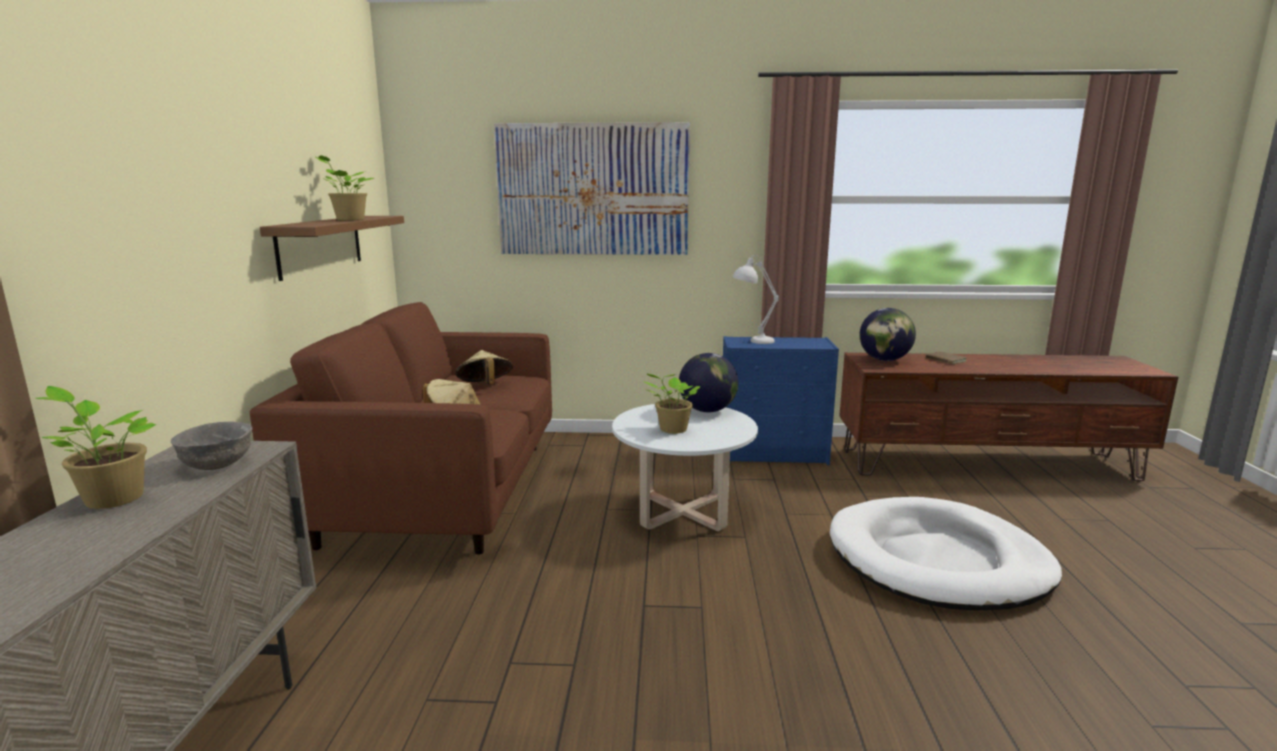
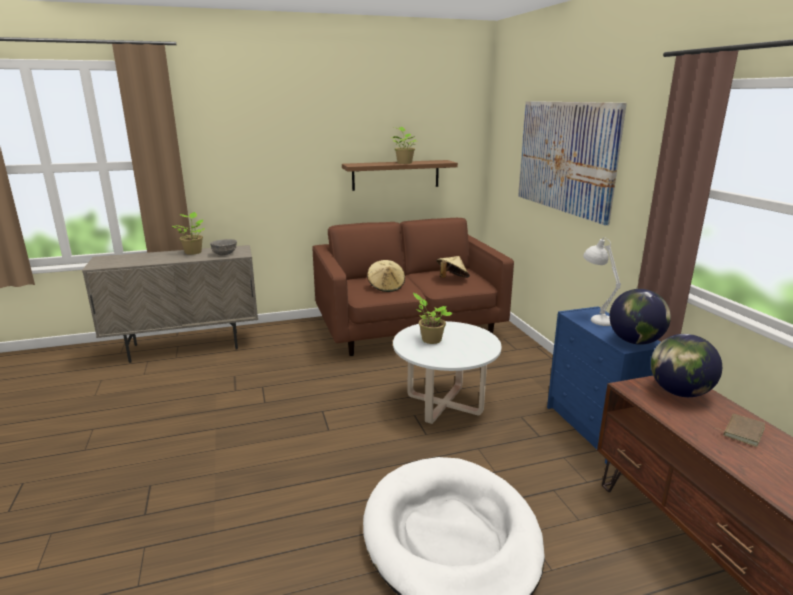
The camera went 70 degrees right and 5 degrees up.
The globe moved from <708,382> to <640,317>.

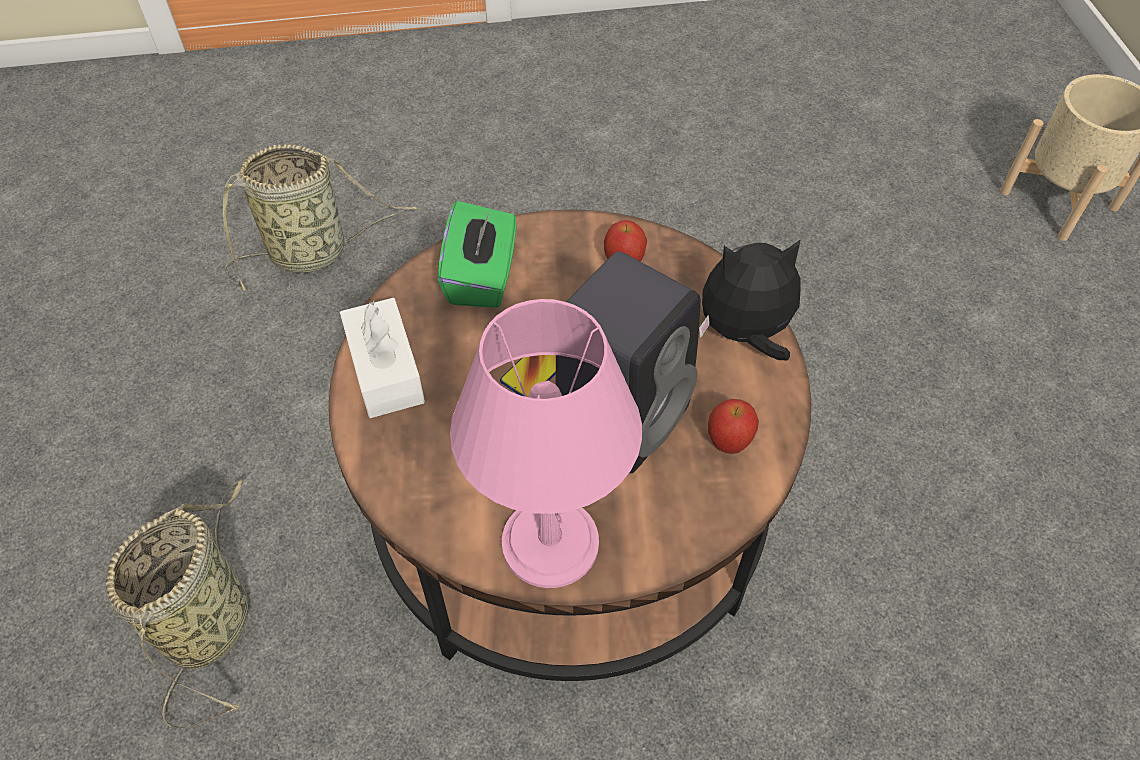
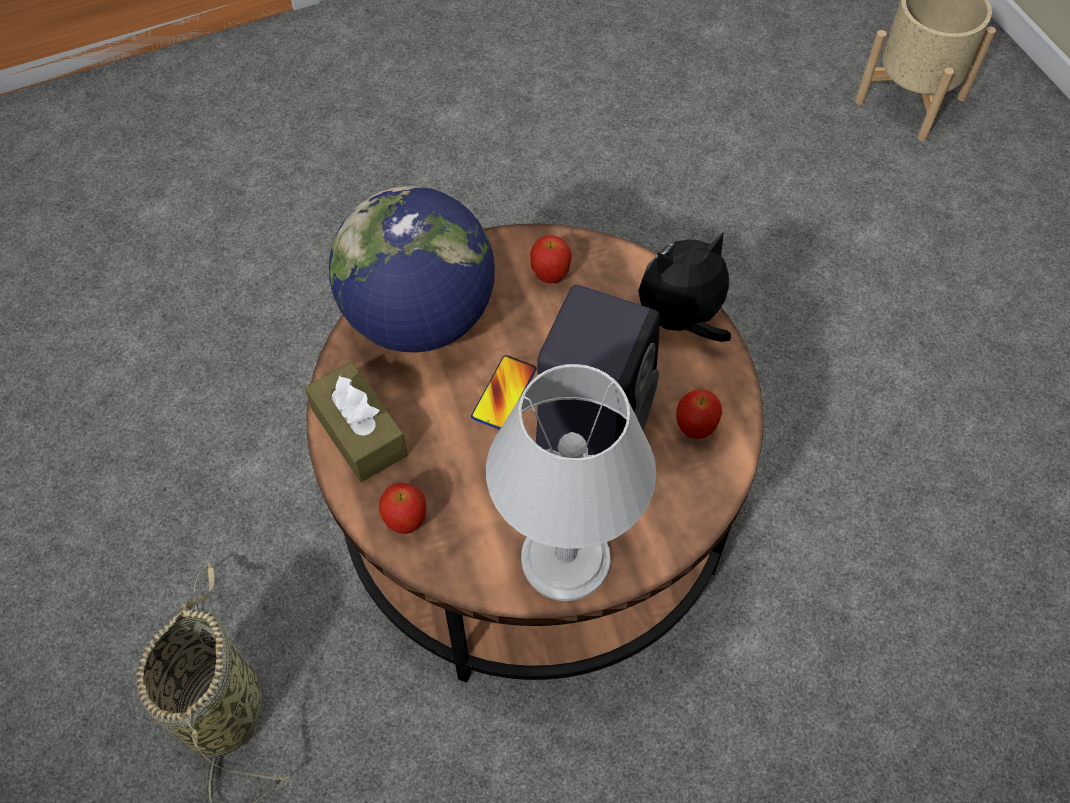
The camera went 15 degrees left and 5 degrees up.
The basket at <321,217> disappeared.
The green tissue box at <477,254> was replaced by the globe at <412,269>.
The white tissue box at <382,358> became the brown tissue box at <356,422>.
The pink table lamp at <546,443> became the grey table lamp at <571,482>.
The apple at <402,508> appeared.

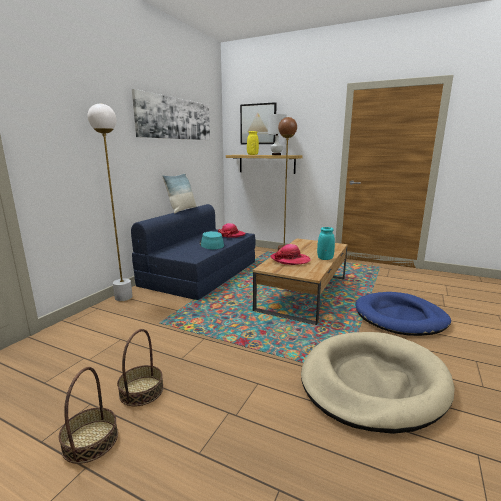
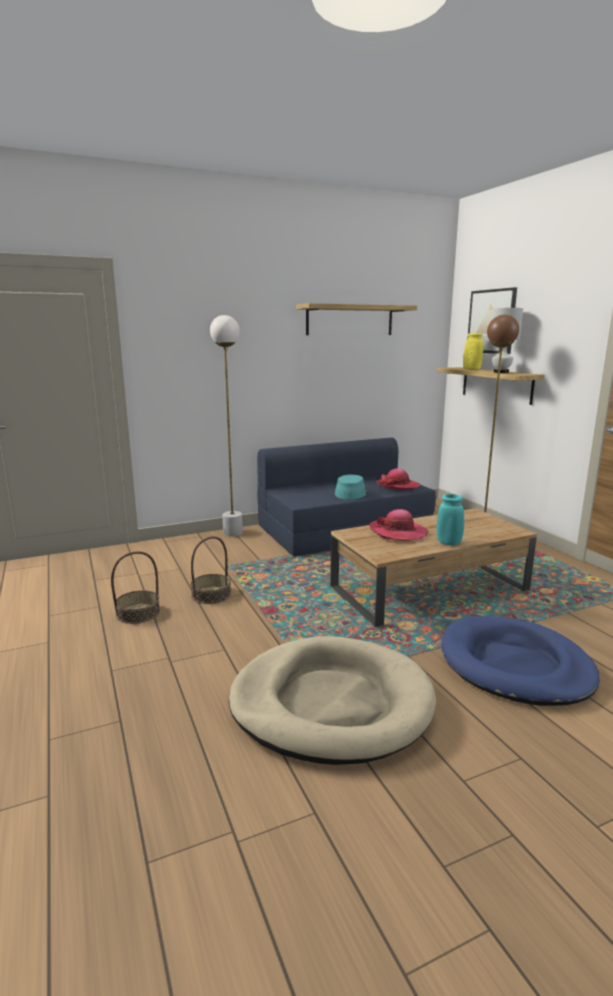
The camera went 40 degrees right and 0 degrees up.
The picture at <171,114> was replaced by the shelf at <356,319>.
The pillow at <179,193> disappeared.
The basket moved from <88,415> to <210,570>.

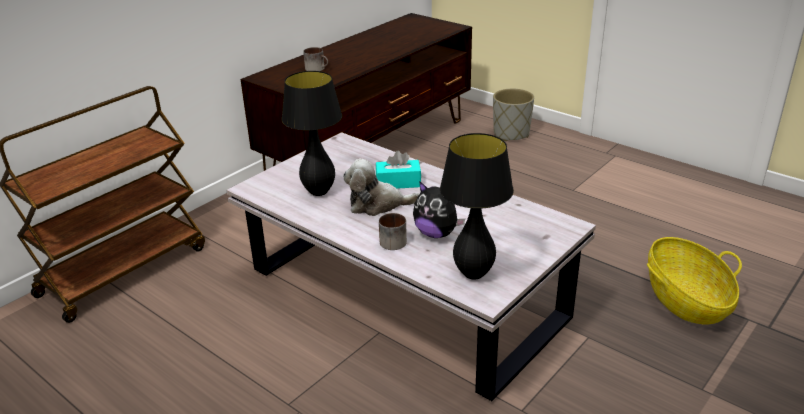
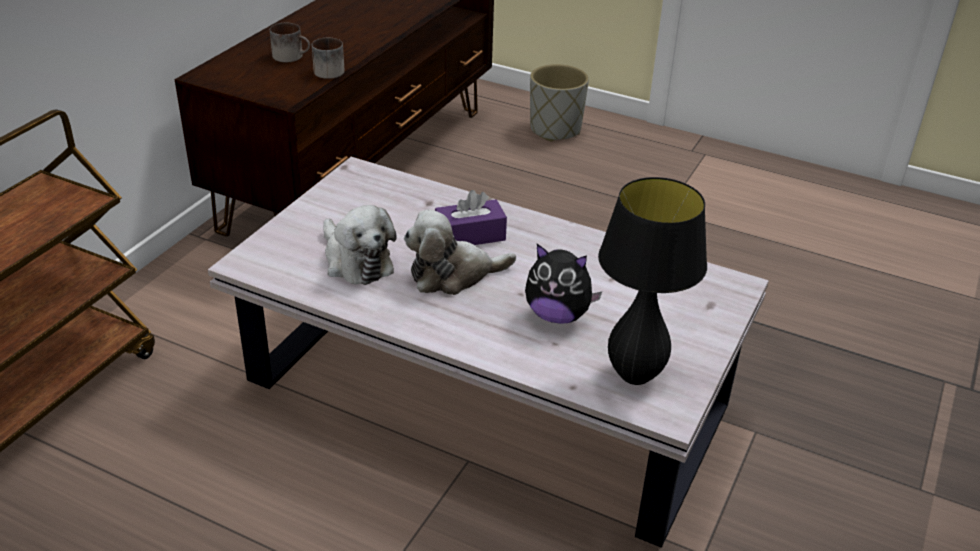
The camera went 15 degrees left and 5 degrees up.
The black table lamp at <311,133> was replaced by the plush toy at <360,245>.
The turquoise tissue box at <398,170> became the purple tissue box at <471,217>.
The mug moved from <393,231> to <328,58>.
The basket at <694,281> disappeared.

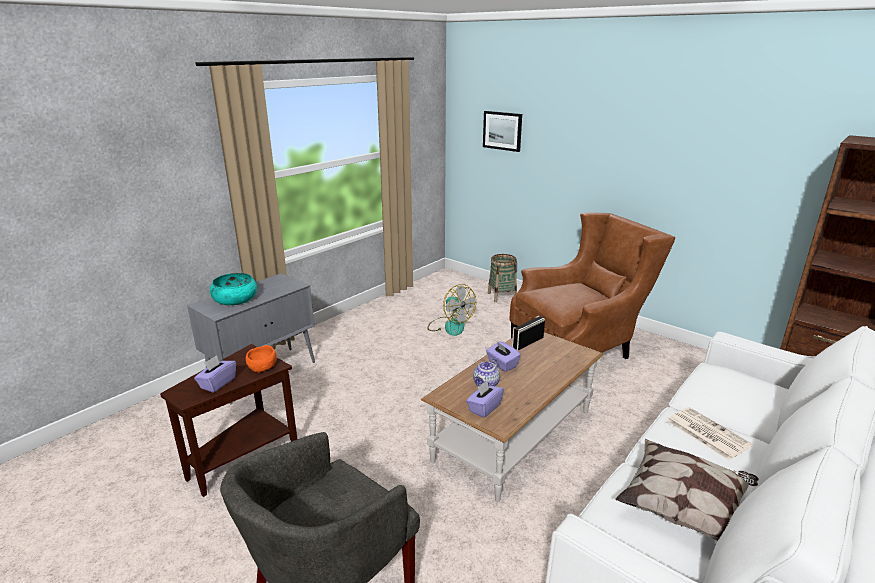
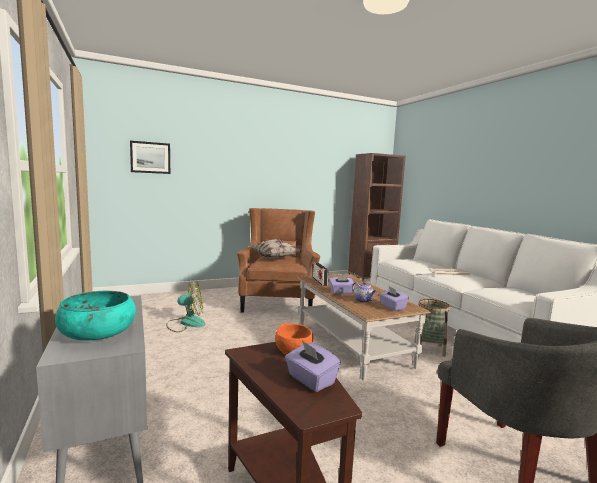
The camera went 65 degrees left and 15 degrees down.
The basket moved from <502,278> to <432,328>.
The pillow moved from <687,490> to <276,249>.

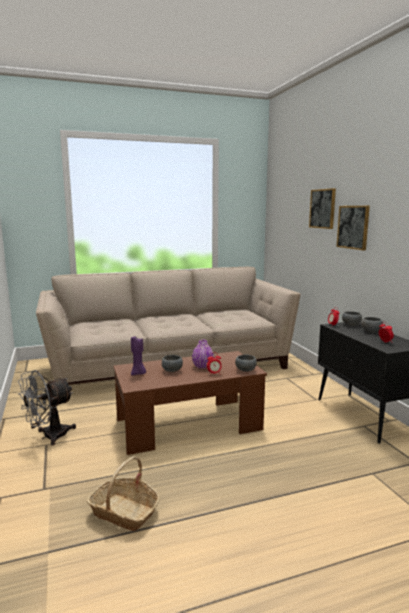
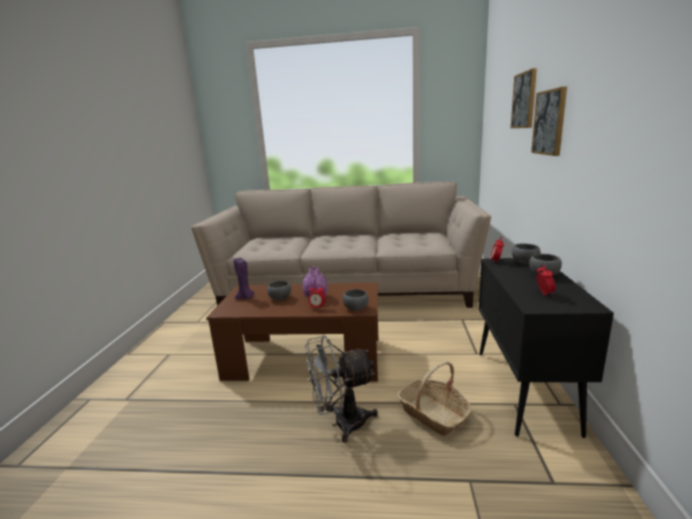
The camera went 25 degrees right and 5 degrees up.
The grey fan moved from <47,408> to <341,389>.
The basket moved from <123,493> to <434,398>.

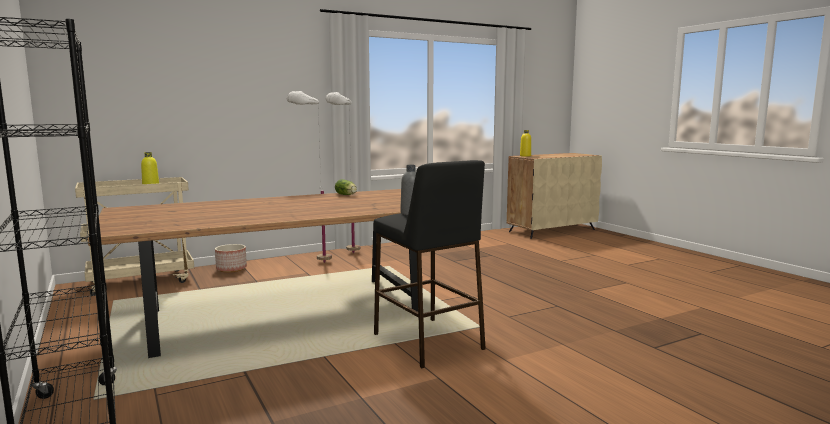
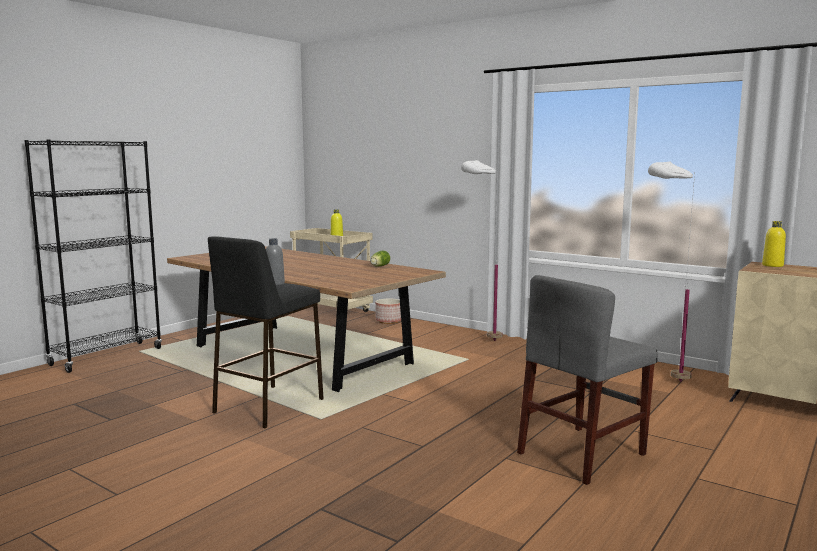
The camera went 65 degrees right and 0 degrees up.
The white floor lamp moved from <309,177> to <671,272>.
The grey chair at <587,380> appeared.

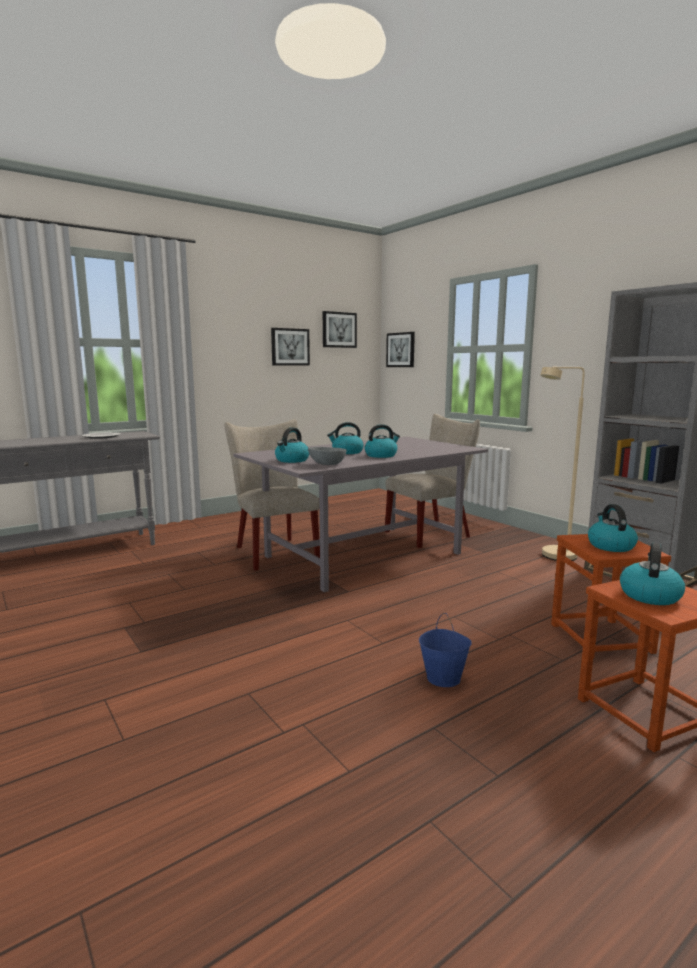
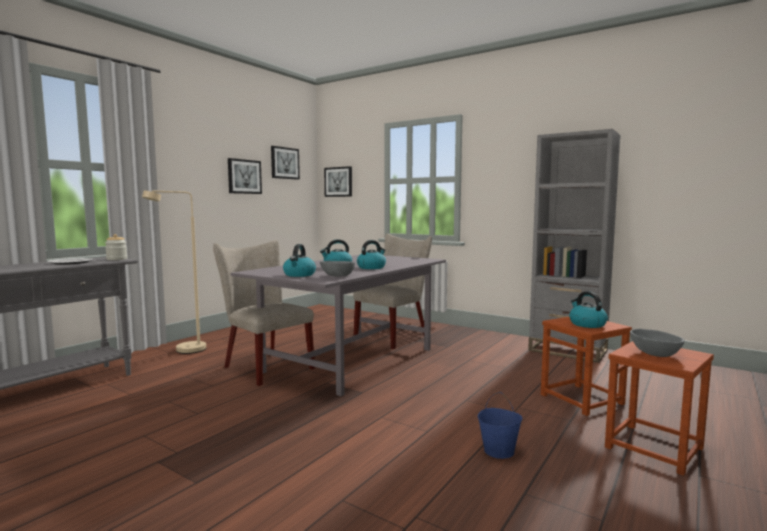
The camera went 20 degrees left and 5 degrees down.
The beige floor lamp moved from <562,464> to <174,272>.
The kettle at <652,573> was replaced by the grey bowl at <657,343>.
The jar at <116,247> appeared.

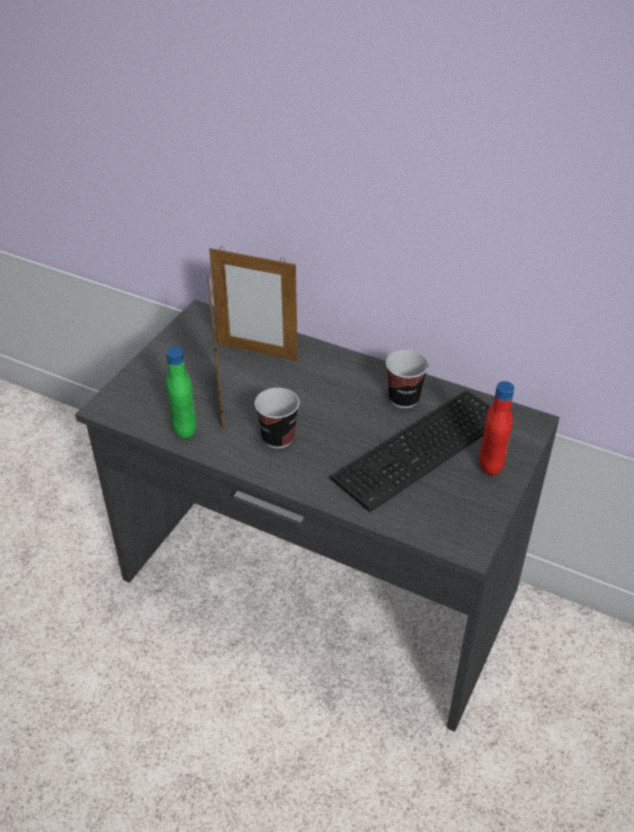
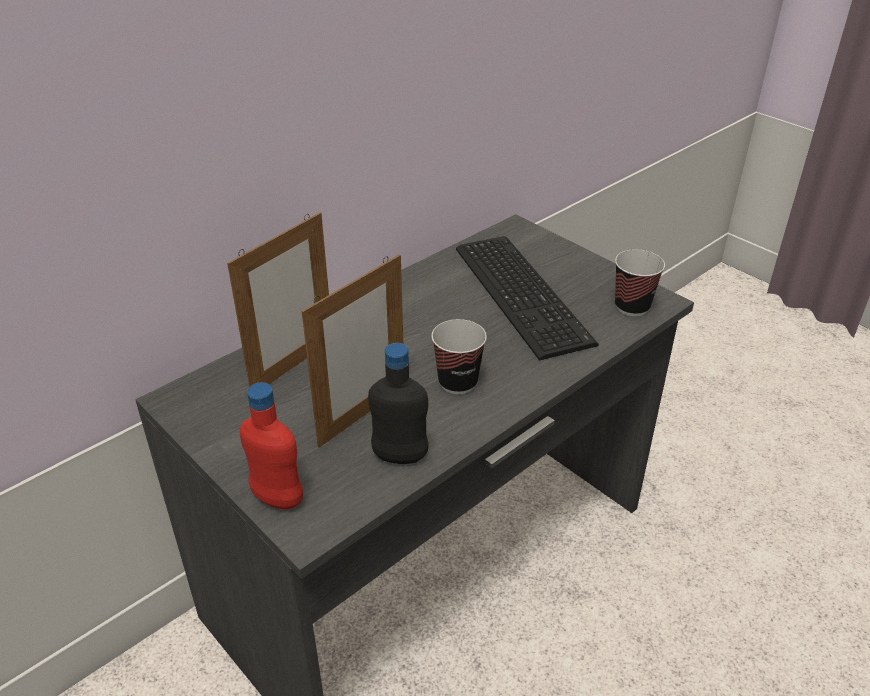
The camera went 70 degrees left and 5 degrees down.
The picture frame at <215,353> turned 120 degrees clockwise.
The green bottle at <181,393> became the black bottle at <398,403>.
The cup moved from <407,379> to <640,282>.
The red bottle moved from <496,428> to <271,446>.

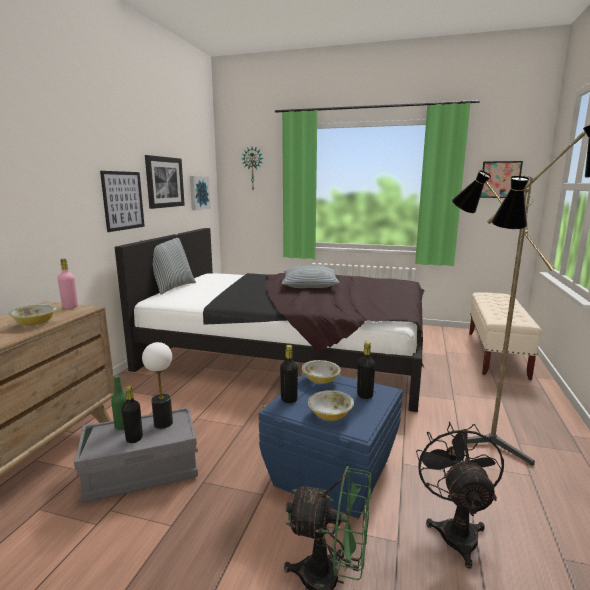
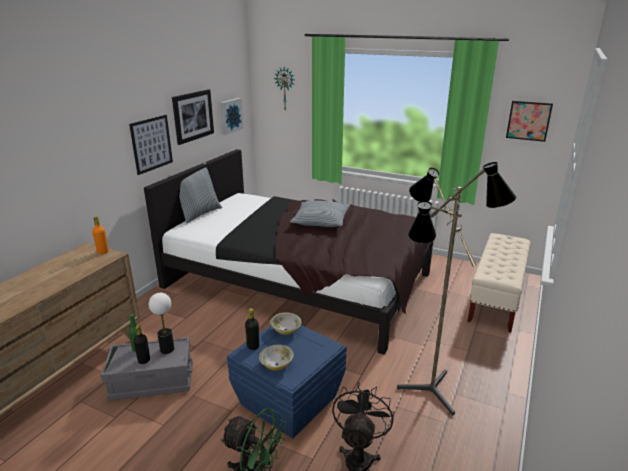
The camera went 10 degrees right and 10 degrees up.
The pink bottle at <68,284> became the orange bottle at <100,235>.
The bowl at <33,315> disappeared.
The black bottle at <366,370> disappeared.

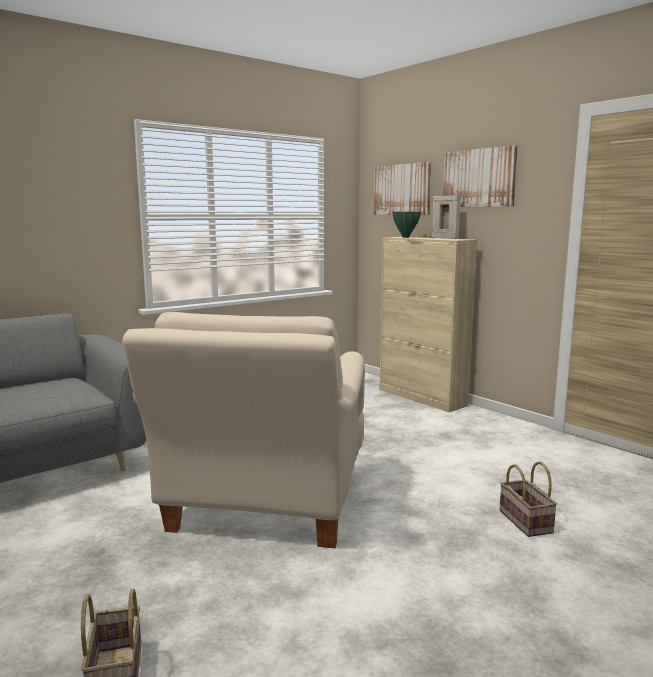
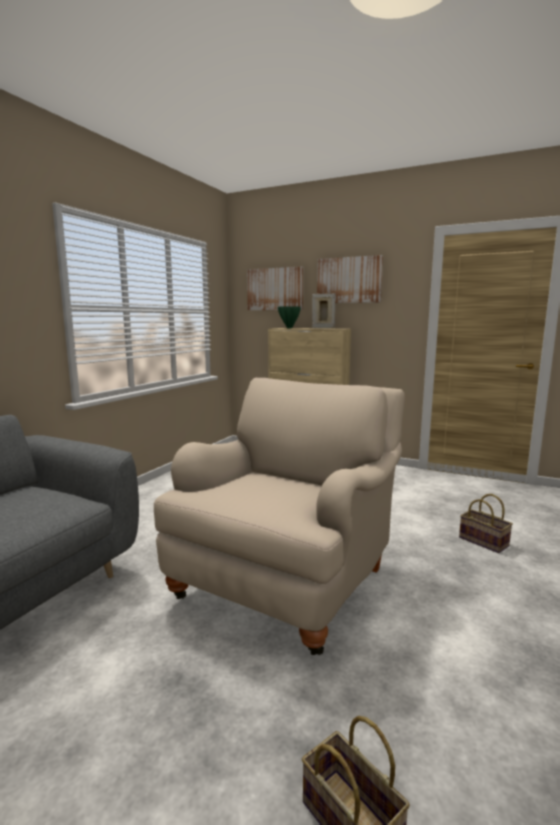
The camera went 25 degrees left and 0 degrees up.
The beige armchair at <243,430> turned 135 degrees counterclockwise.

